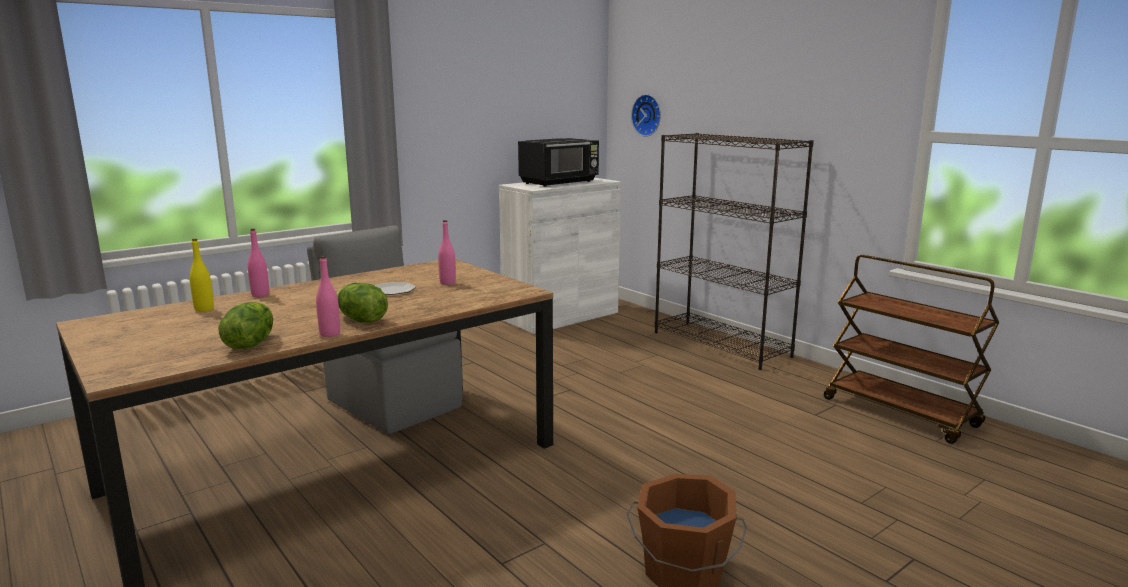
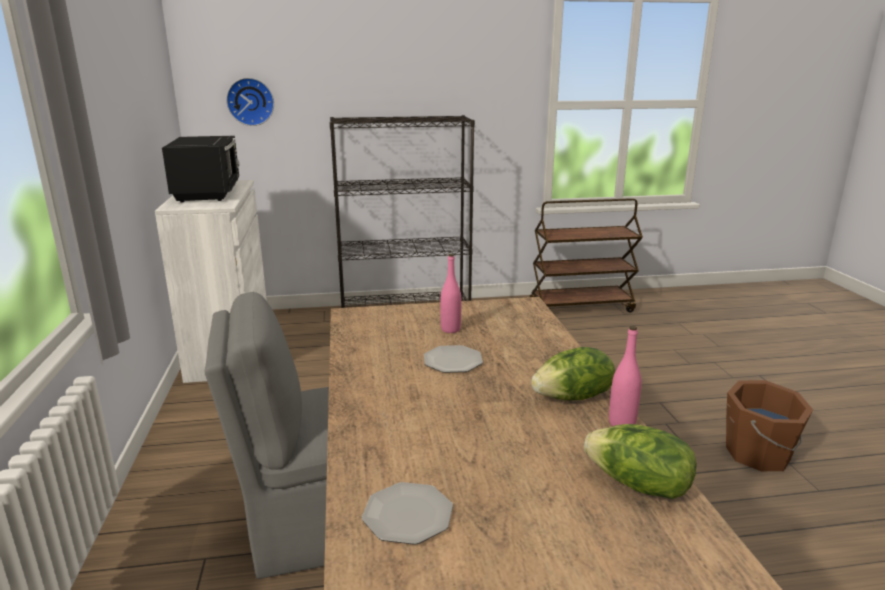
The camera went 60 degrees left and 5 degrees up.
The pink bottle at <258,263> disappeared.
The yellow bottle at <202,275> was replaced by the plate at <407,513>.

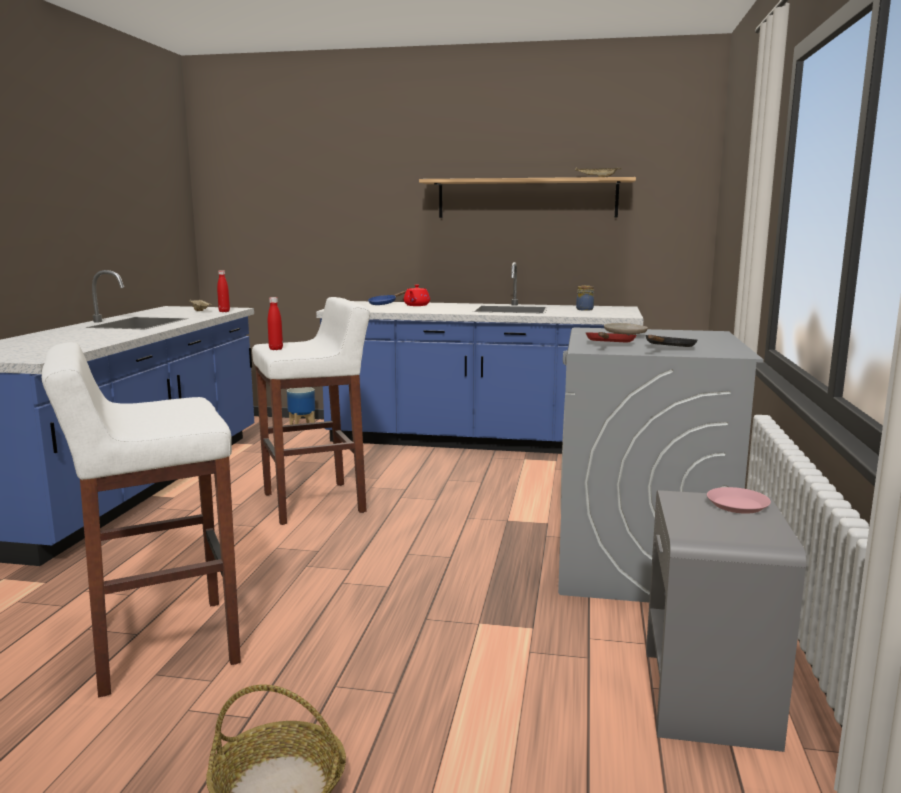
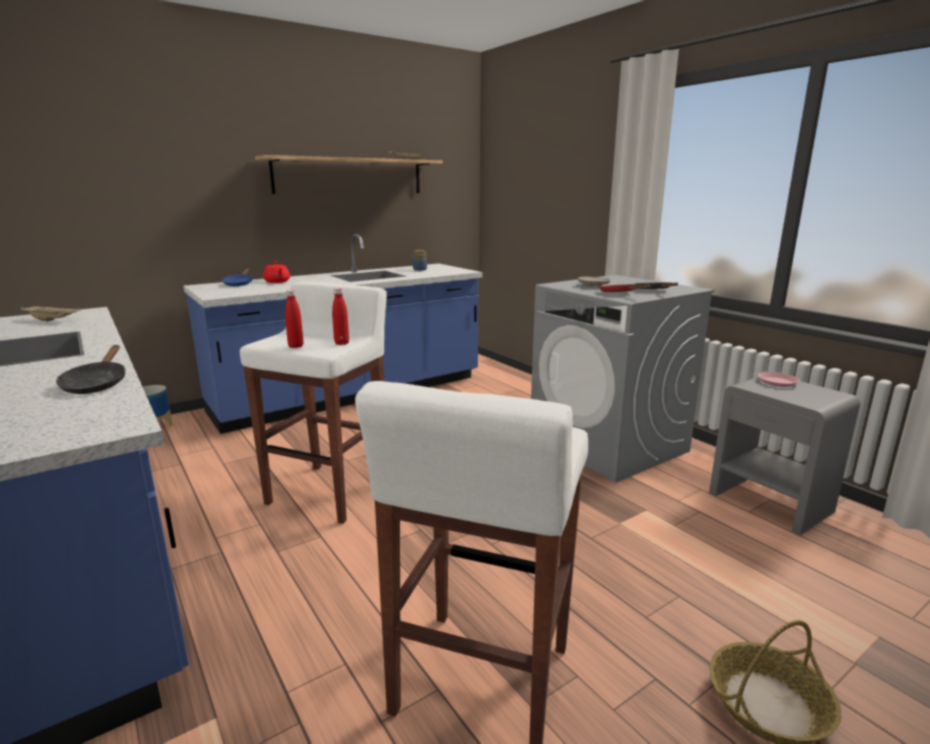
The camera went 45 degrees left and 5 degrees up.
The red bottle moved from <223,291> to <340,316>.
The black frying pan at <90,369> appeared.

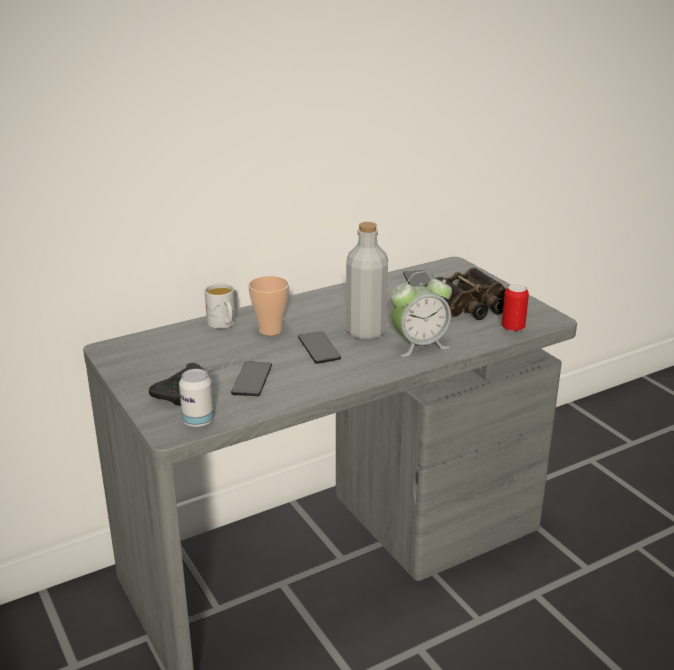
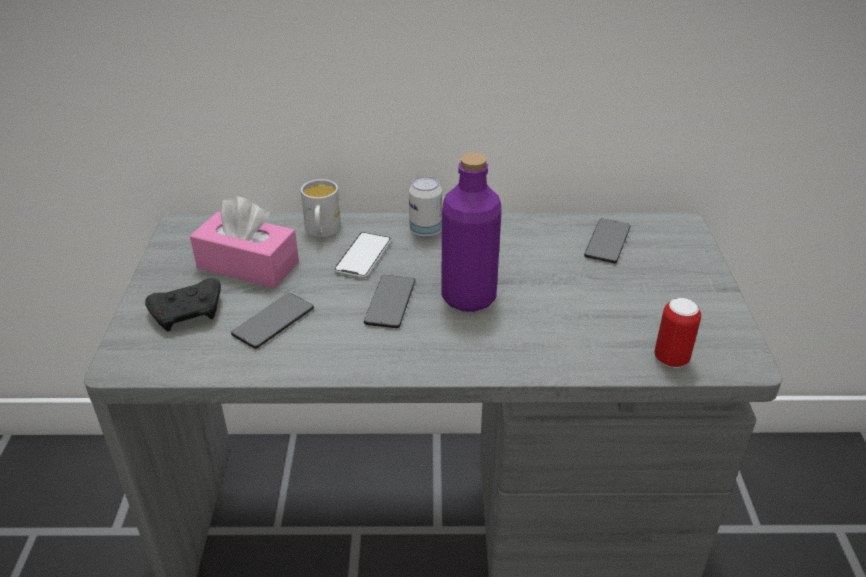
The camera went 30 degrees right and 10 degrees up.
The grey bottle at <367,281> became the purple bottle at <471,232>.
The binoculars at <465,294> disappeared.
The alarm clock at <421,314> disappeared.
The cup at <268,306> was replaced by the phone at <362,255>.
The can moved from <196,398> to <425,207>.
The pink tissue box at <244,242> appeared.

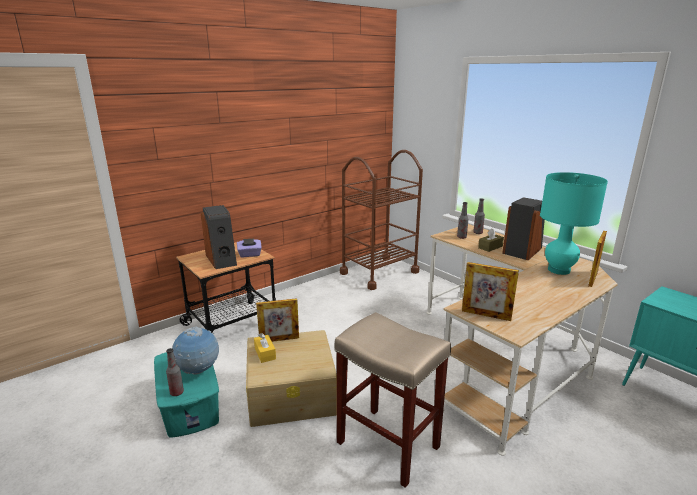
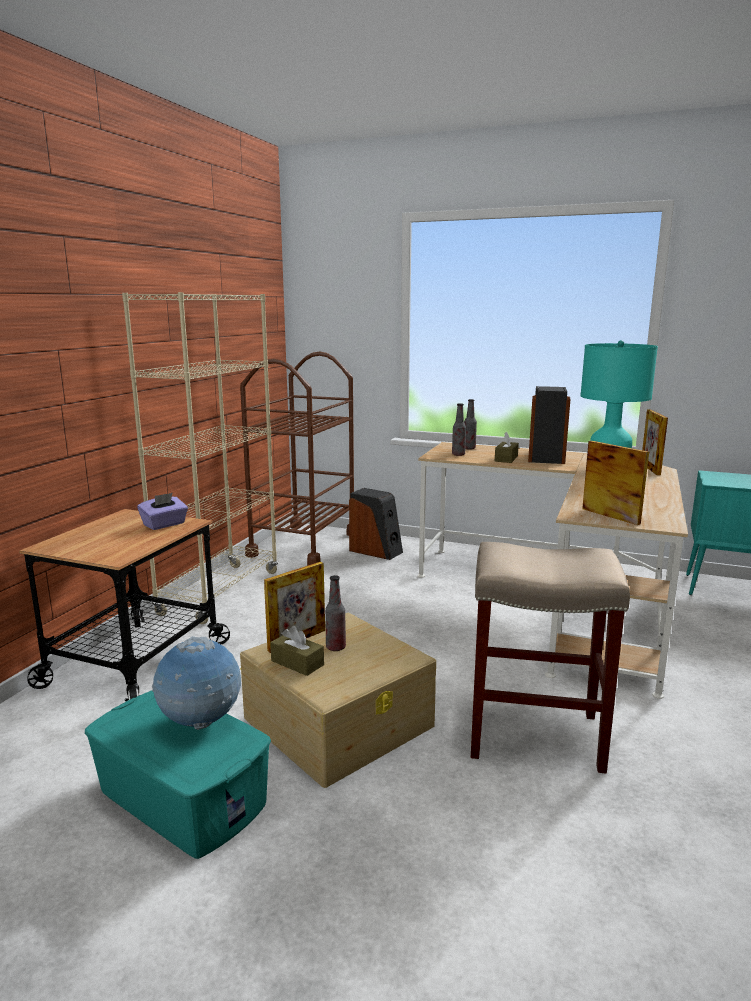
The camera went 30 degrees left and 5 degrees down.
The speaker moved from <219,237> to <376,524>.
The picture frame at <490,291> turned 120 degrees counterclockwise.
The yellow tissue box at <265,348> became the brown tissue box at <297,651>.
The bottle moved from <175,372> to <335,613>.
The beige bookcase at <200,458> appeared.

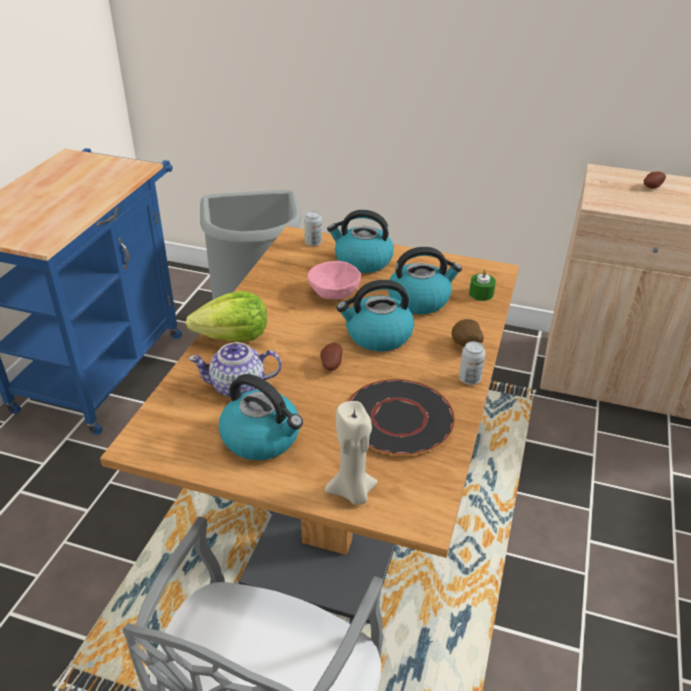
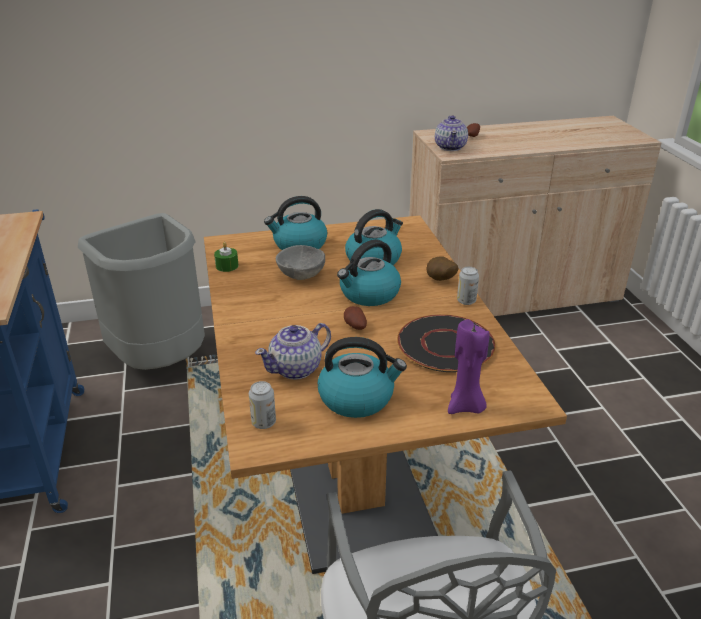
The camera went 30 degrees left and 5 degrees down.
The can moved from <313,228> to <262,405>.
The pink bowl at <334,280> became the grey bowl at <300,262>.
The green candle moved from <482,285> to <226,257>.
The lettuce at <226,316> disappeared.
The beige candle at <351,453> became the purple candle at <469,366>.
The teapot at <451,133> appeared.

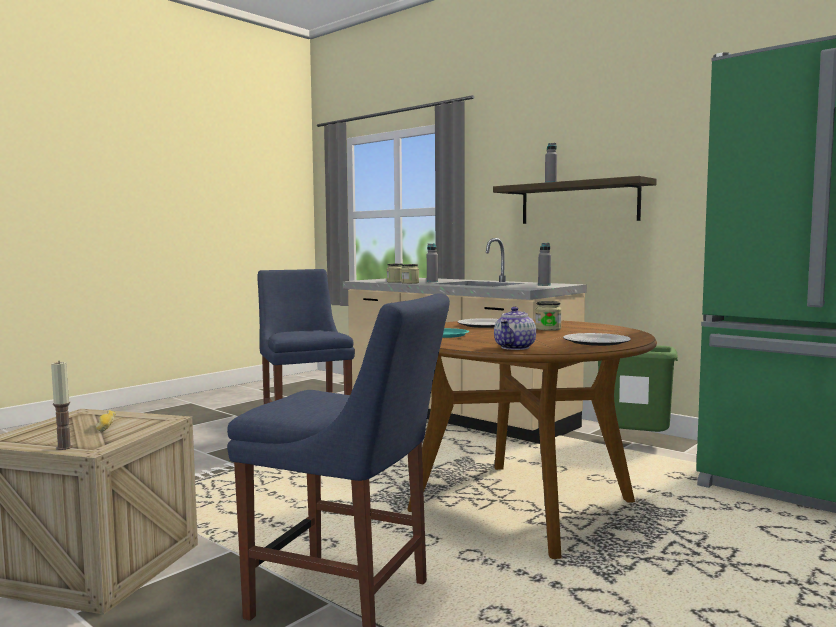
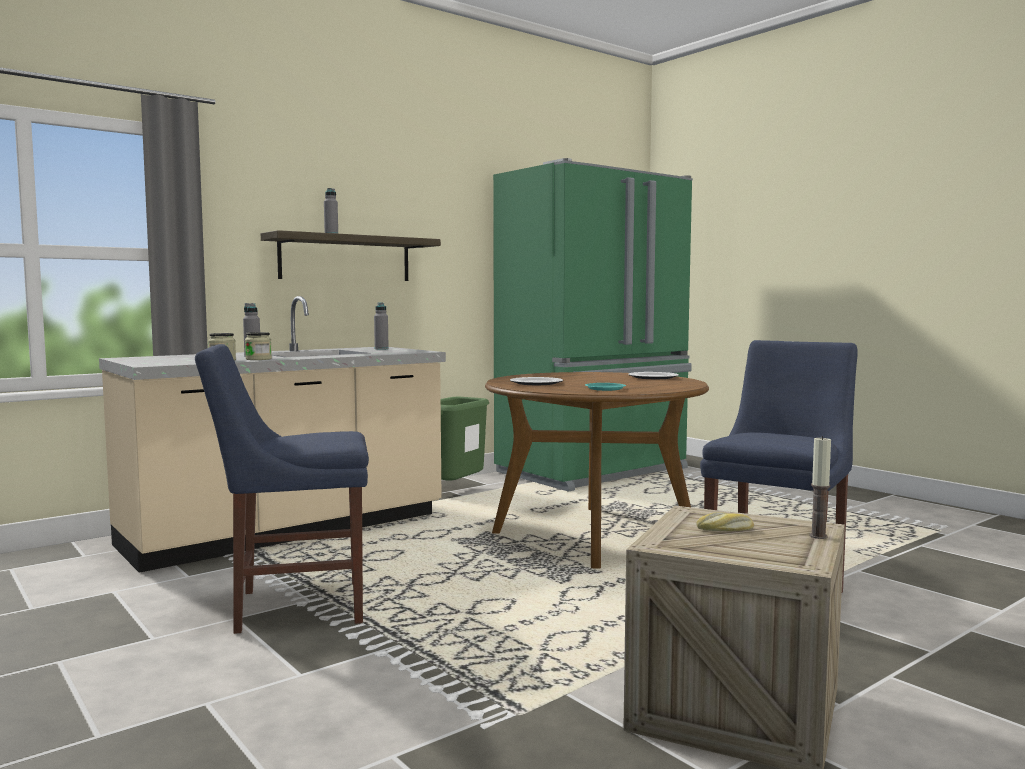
The camera went 80 degrees left and 0 degrees up.
The jar at <548,316> disappeared.
The teapot at <515,328> disappeared.

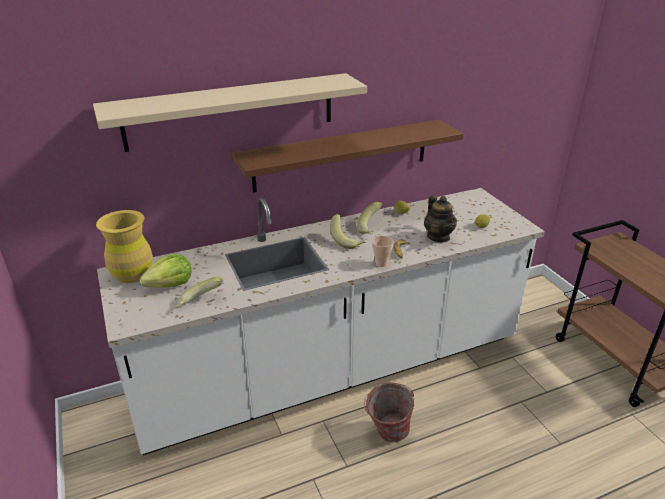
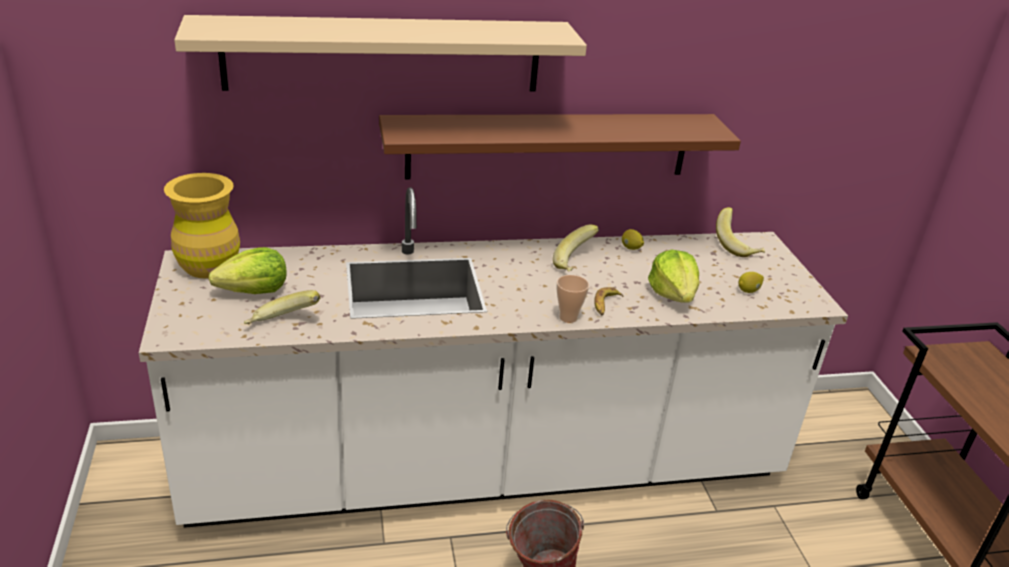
The camera went 10 degrees right and 0 degrees up.
The teapot at <440,219> was replaced by the lettuce at <673,276>.
The banana moved from <348,231> to <740,232>.

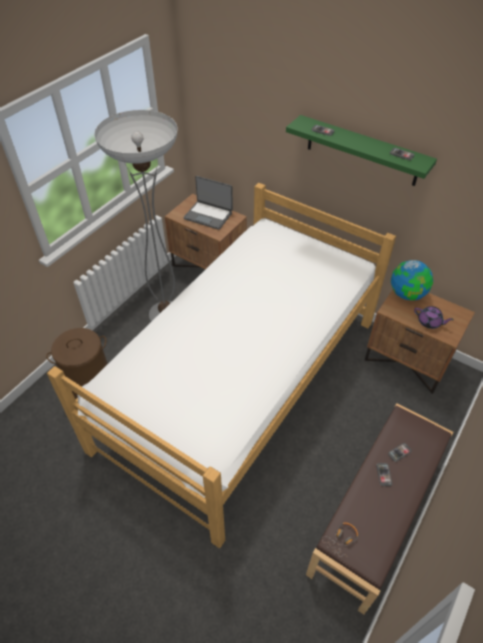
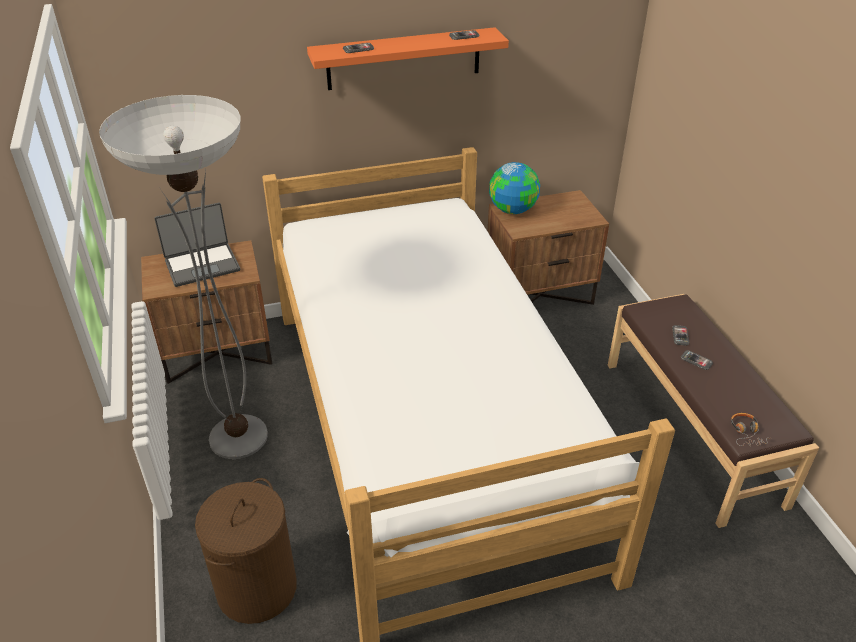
The camera went 50 degrees left and 10 degrees down.
The green shelf at <361,150> became the orange shelf at <408,58>.
The purple teapot at <434,317> disappeared.

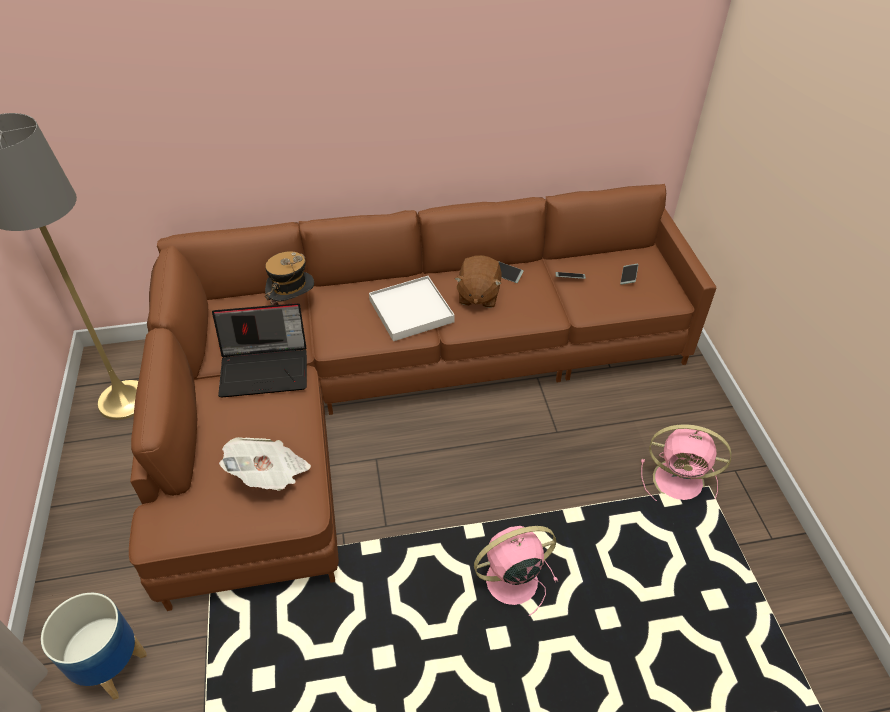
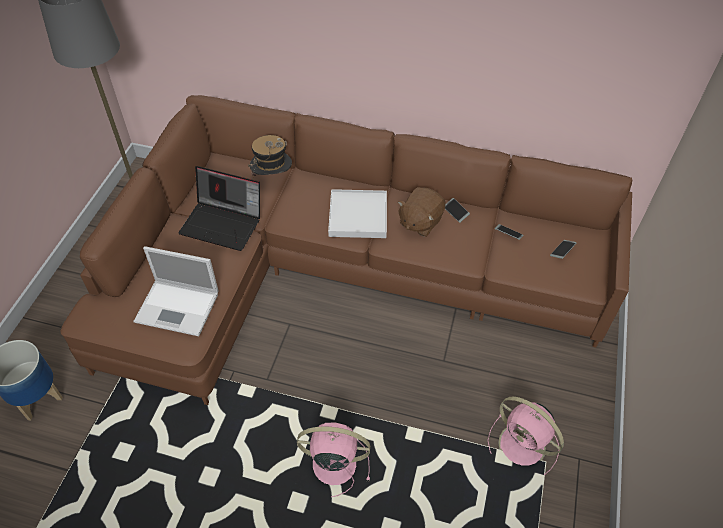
The camera went 25 degrees right and 5 degrees up.
The newspaper at <265,464> was replaced by the laptop at <176,291>.

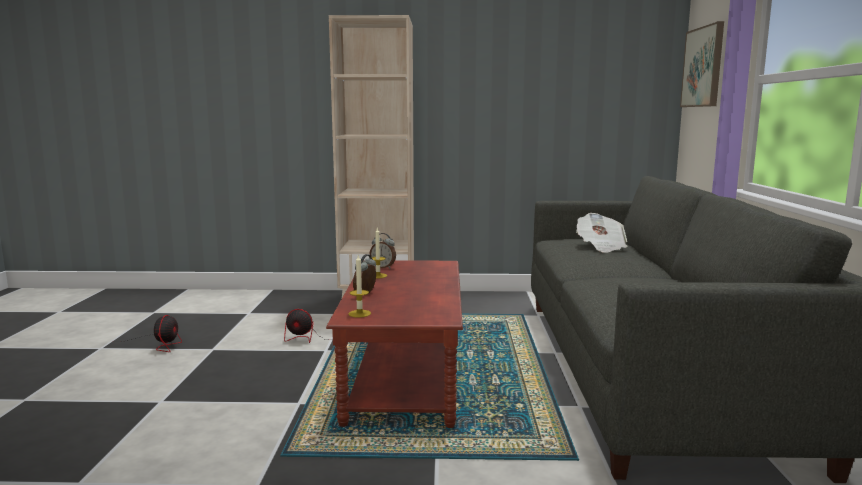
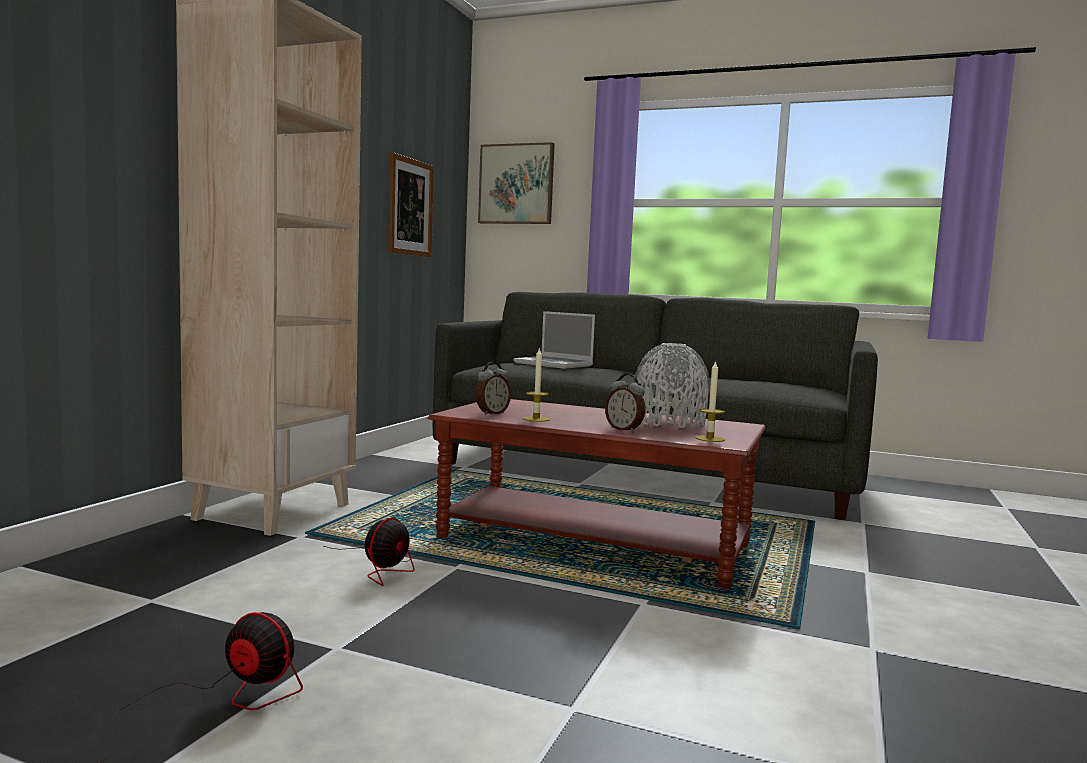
The camera went 70 degrees left and 5 degrees down.
The newspaper at <601,233> was replaced by the laptop at <554,340>.
The picture at <411,204> appeared.
The grey vase at <671,385> appeared.

